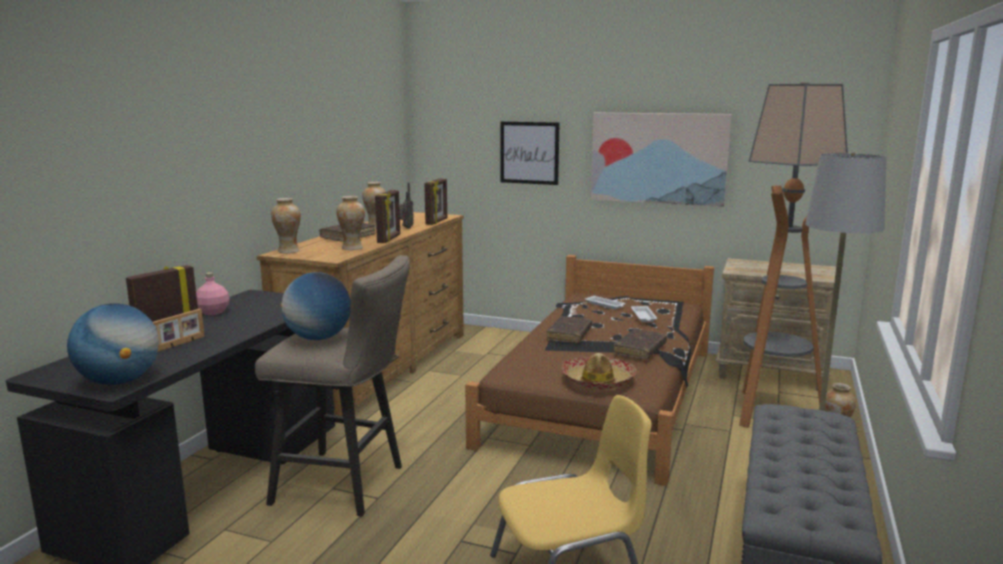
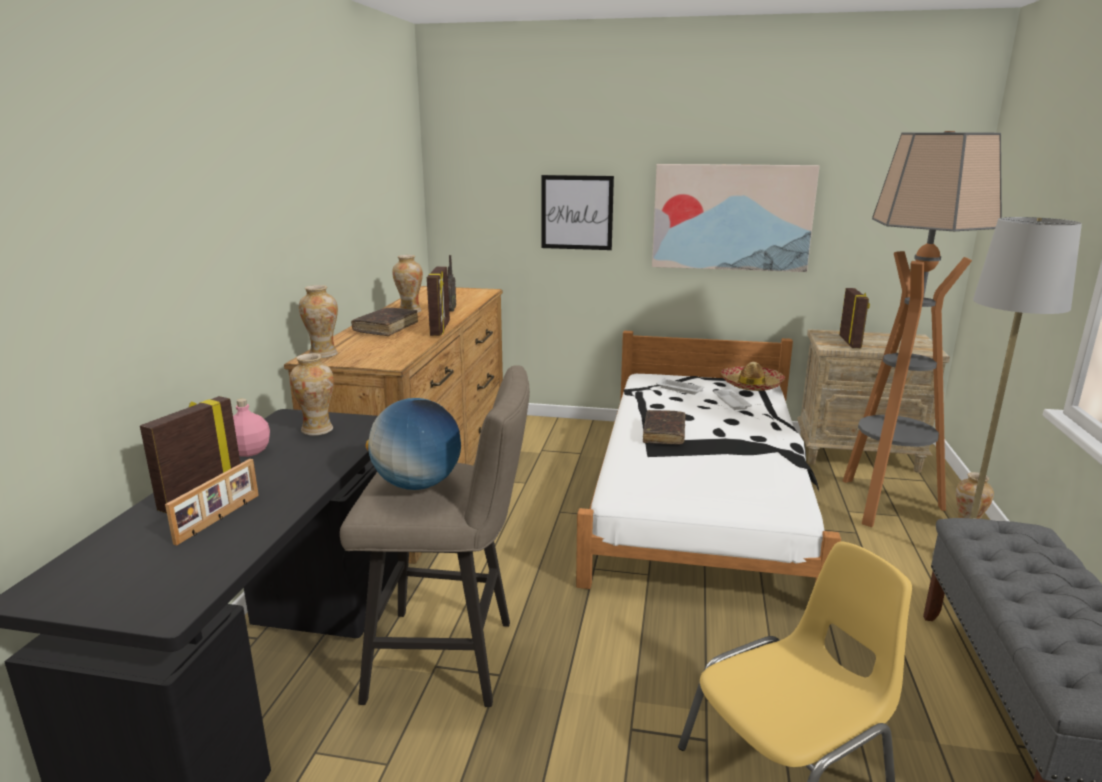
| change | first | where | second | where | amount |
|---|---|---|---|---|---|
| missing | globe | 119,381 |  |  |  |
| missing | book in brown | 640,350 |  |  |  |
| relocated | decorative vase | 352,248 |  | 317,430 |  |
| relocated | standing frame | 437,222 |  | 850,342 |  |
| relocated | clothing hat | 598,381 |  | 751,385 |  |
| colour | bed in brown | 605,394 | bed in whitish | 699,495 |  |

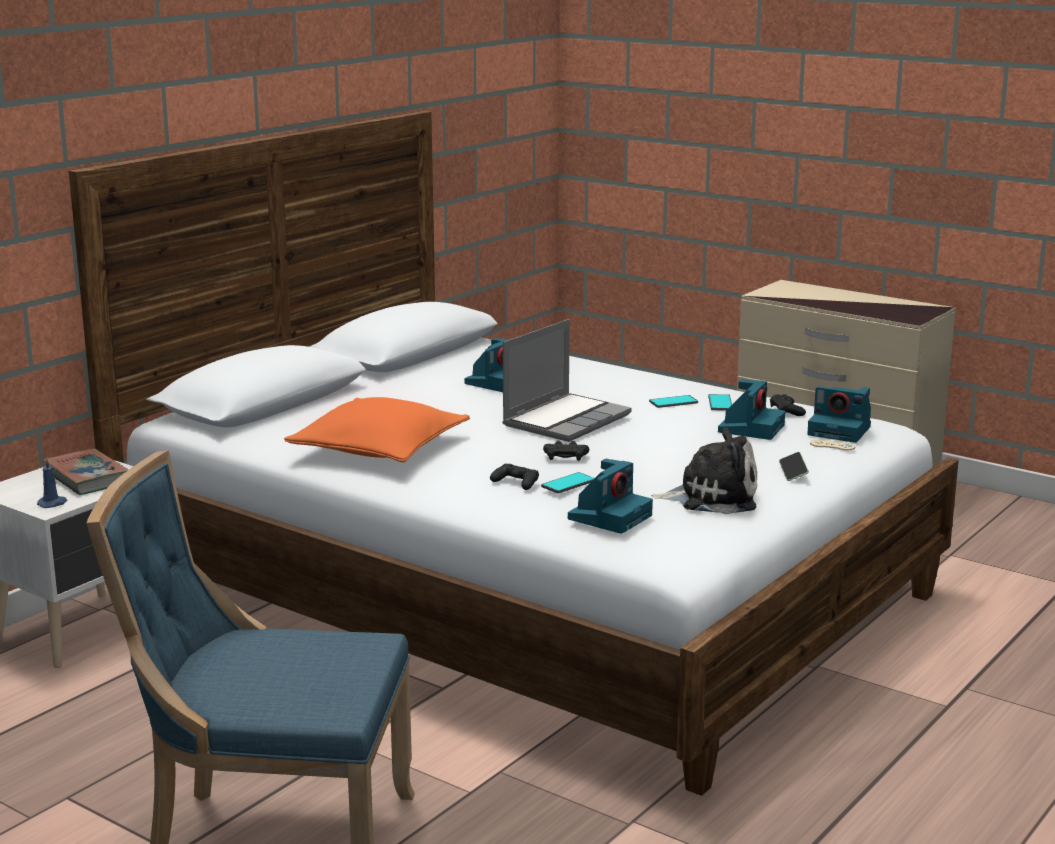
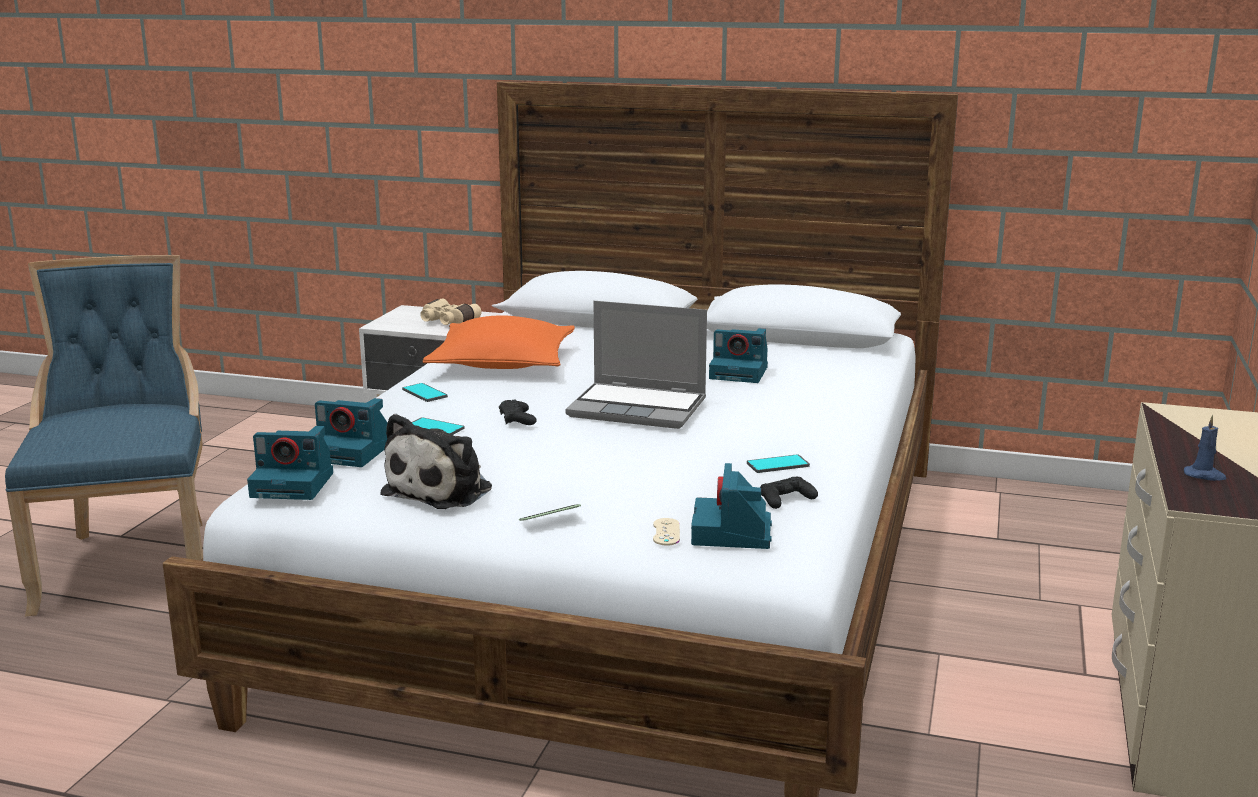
| change | first | where | second | where | amount |
|---|---|---|---|---|---|
| missing | joypad in black | 516,482 |  |  |  |
| relocated | wax light in bluish | 53,503 |  | 1204,475 |  |
| relocated | phone | 673,402 |  | 424,393 |  |
| relocated | still camera | 751,428 |  | 294,484 |  |
| exchanged | book | 88,477 | field glasses in beige-coloured | 447,322 |  |
| spun | soft toy | 712,497 |  | 443,490 | 45 degrees clockwise |

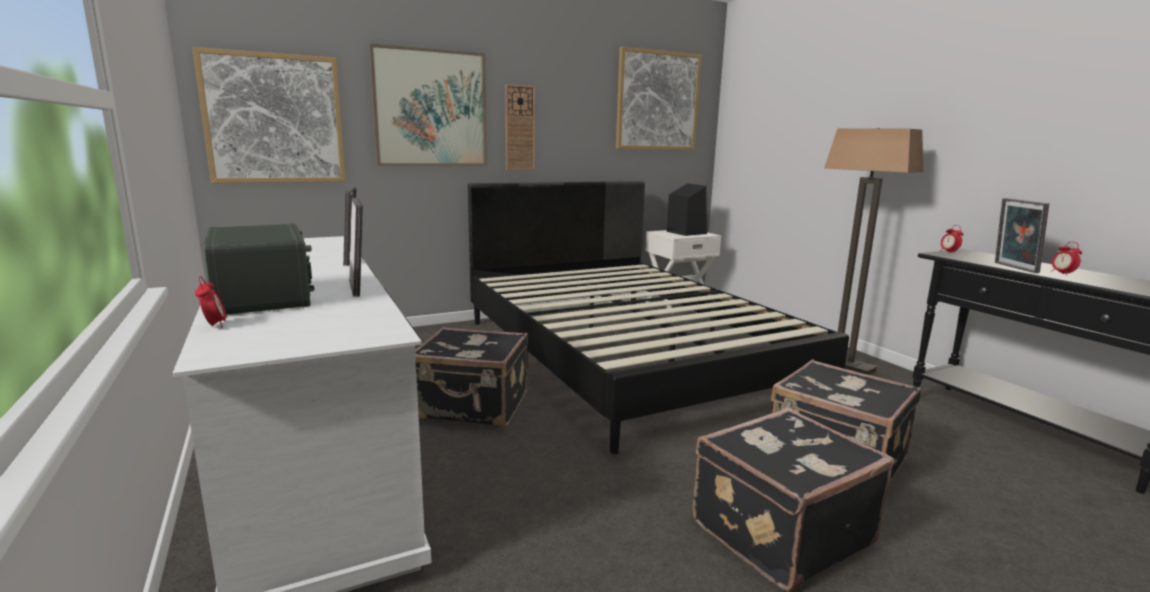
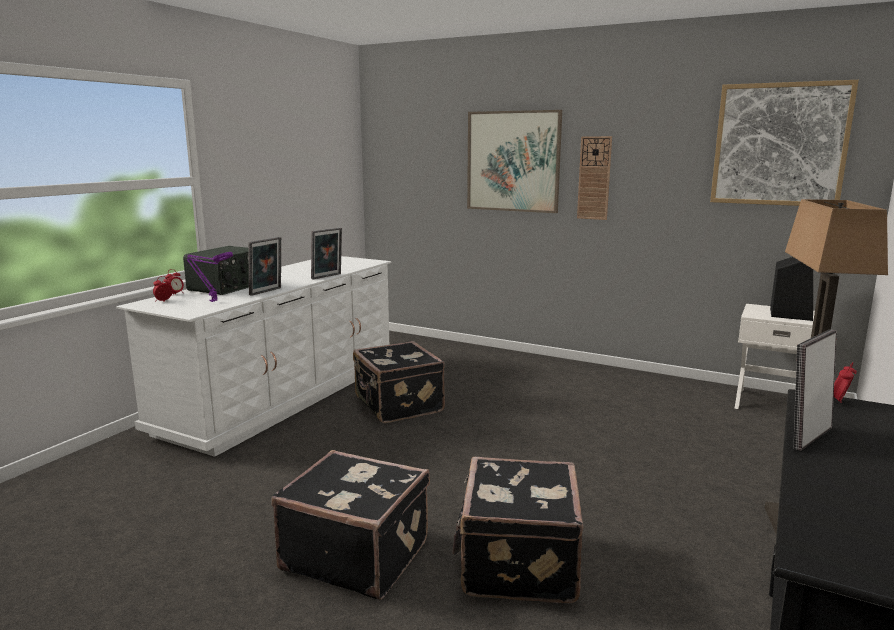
| change | first | where | second | where | amount |
|---|---|---|---|---|---|
| missing | wall picture | 274,119 |  |  |  |
| missing | bed in black | 626,355 |  |  |  |
| appeared |  |  | tabletop lamp in purple | 212,301 |  |
| relocated | table clock | 1062,274 |  | 163,301 |  |

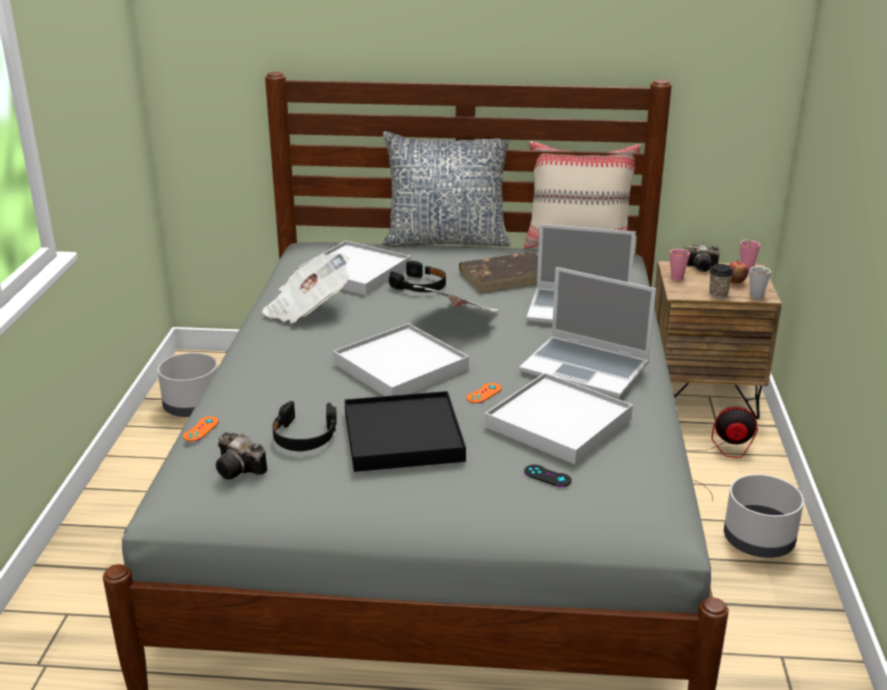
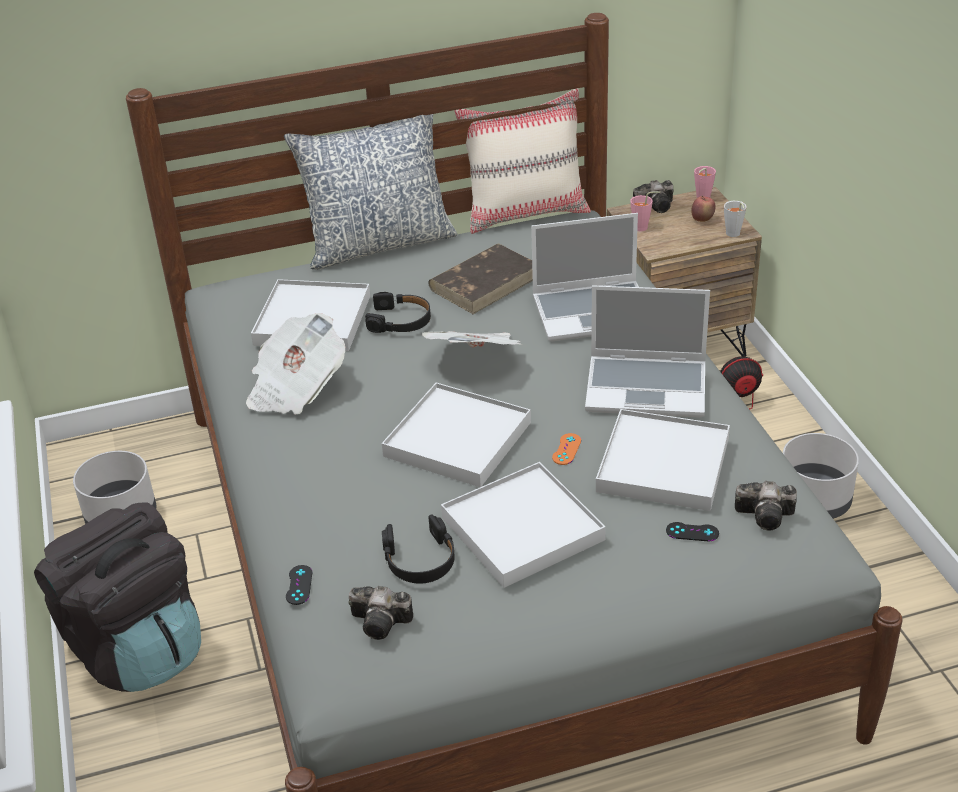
| change | first | where | second | where | amount |
|---|---|---|---|---|---|
| missing | cup | 718,294 |  |  |  |
| appeared |  |  | rucksack in black | 136,648 |  |
| appeared |  |  | still camera | 767,516 |  |
| colour | joypad in orange-coloured | 201,429 | joypad in black | 299,585 |  |
| colour | serving tray in black | 403,436 | serving tray in whitish | 522,528 |  |

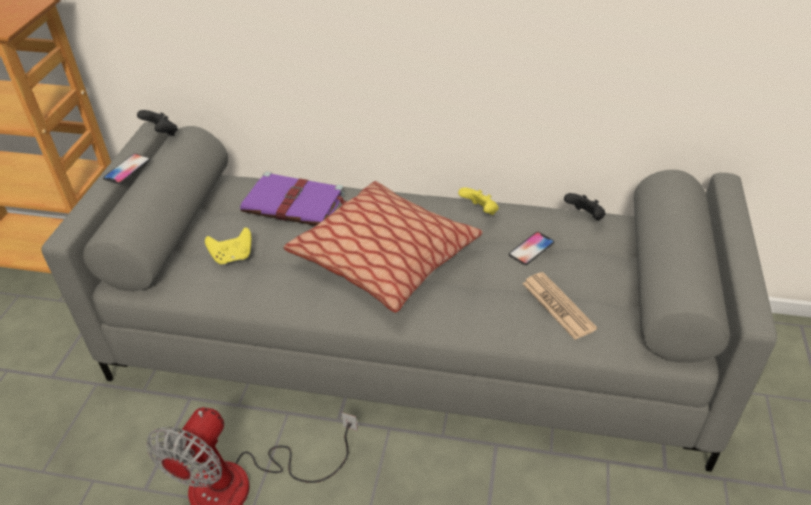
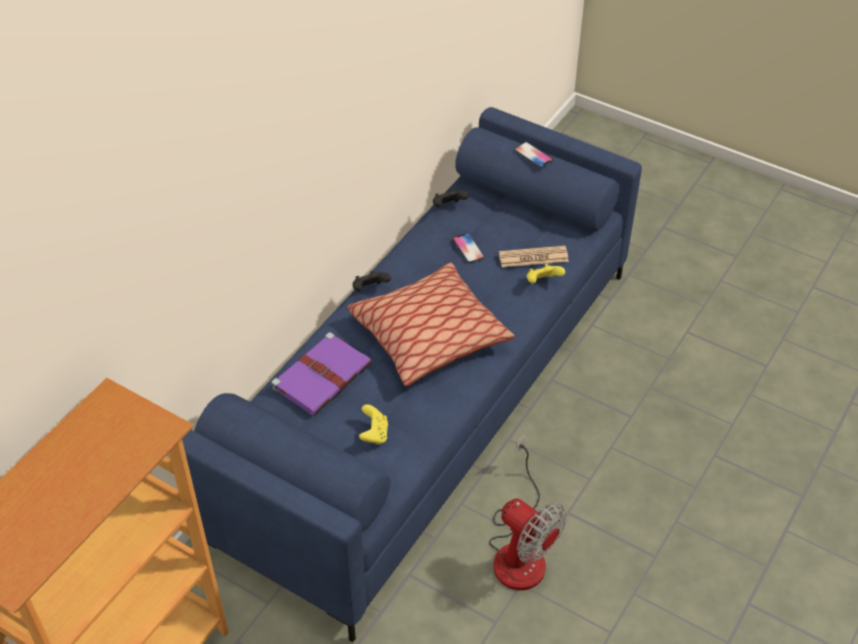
| change | first | where | second | where | amount |
|---|---|---|---|---|---|
| relocated | phone | 127,169 |  | 533,155 |  |
| relocated | joypad in black | 162,134 |  | 370,289 |  |
| relocated | joypad in yellowish | 480,211 |  | 542,282 |  |
| colour | settee in gray | 411,344 | settee in bluish | 428,399 |  |

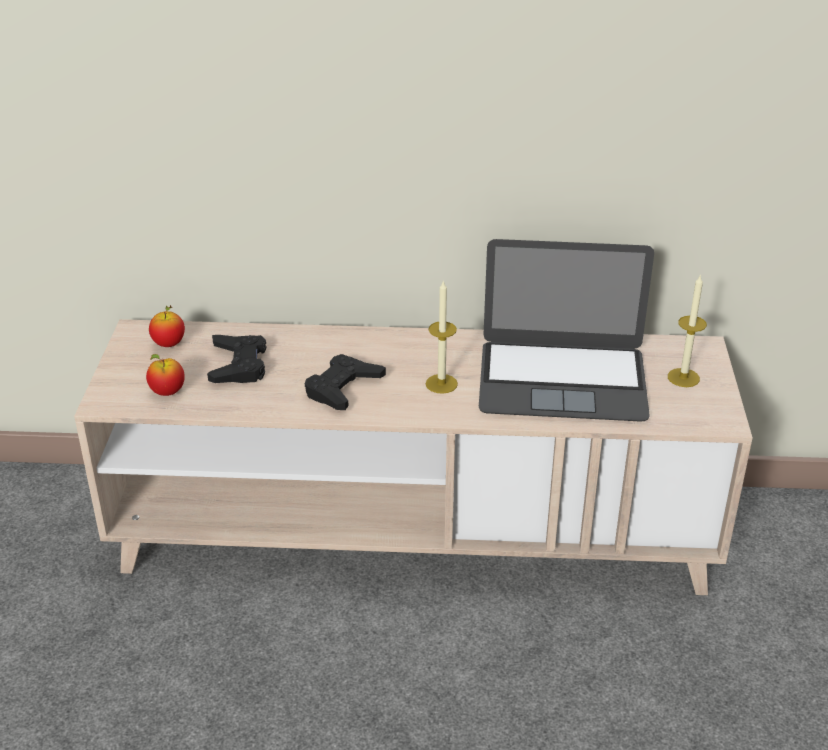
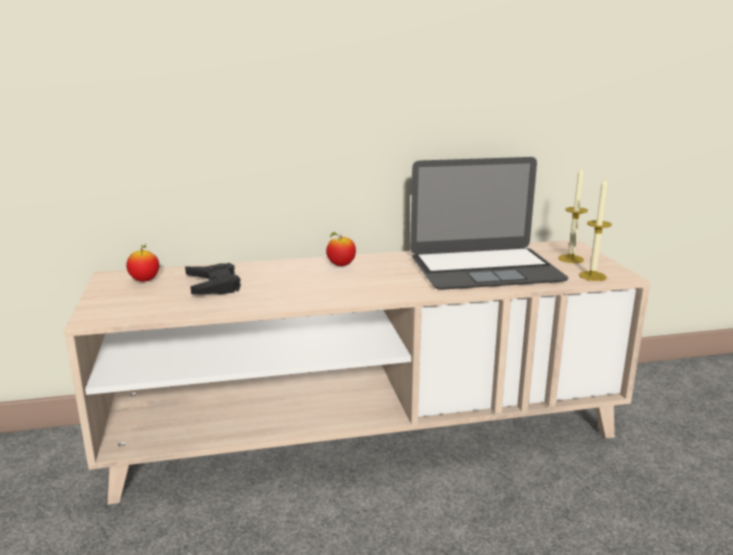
| change | first | where | second | where | amount |
|---|---|---|---|---|---|
| missing | joypad in black | 343,388 |  |  |  |
| relocated | apple | 167,392 |  | 341,265 |  |
| relocated | wax light | 441,384 |  | 592,276 |  |

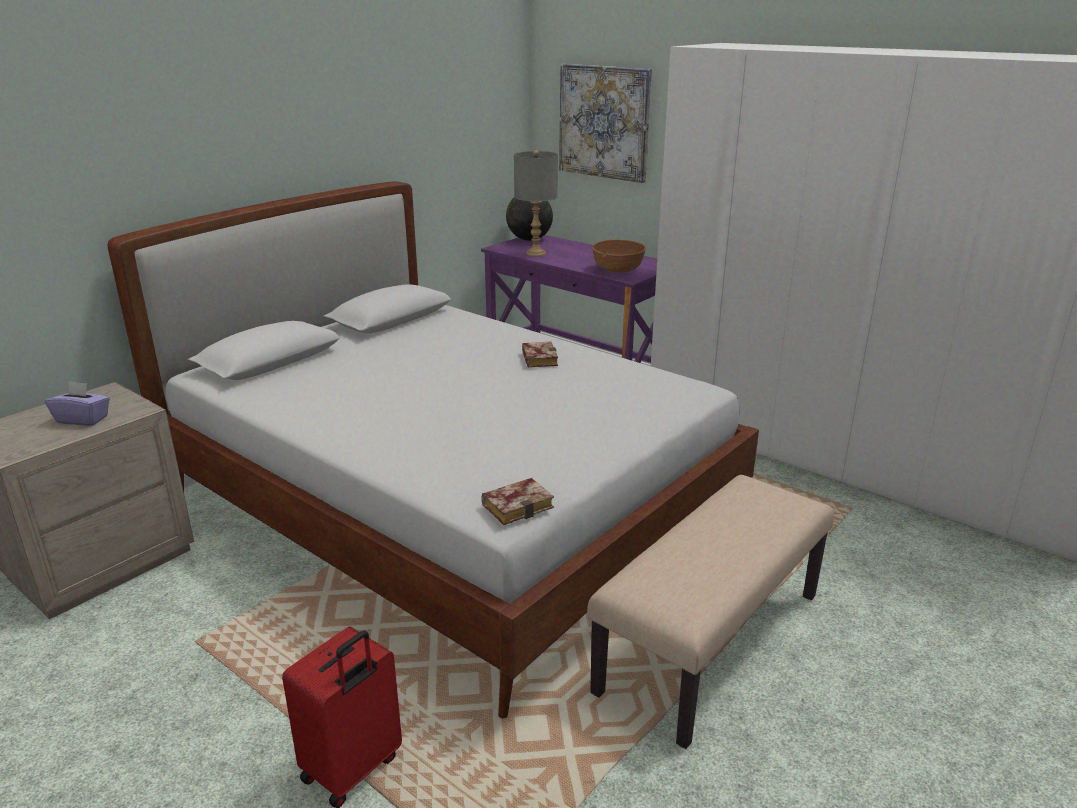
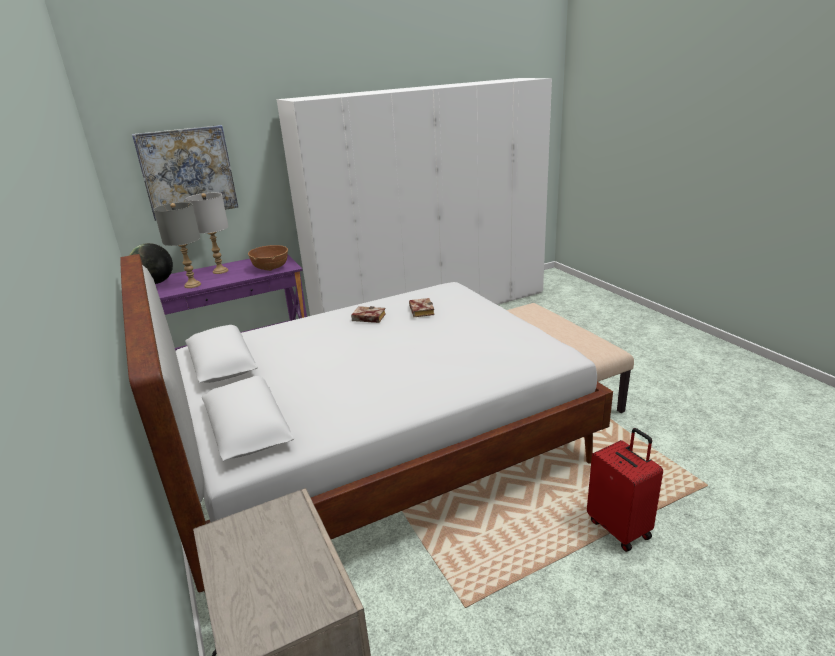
| change | first | where | second | where | amount |
|---|---|---|---|---|---|
| missing | tissue box in purple | 83,419 |  |  |  |
| appeared |  |  | tabletop lamp in gray | 220,271 |  |
| relocated | book | 519,505 |  | 420,310 |  |

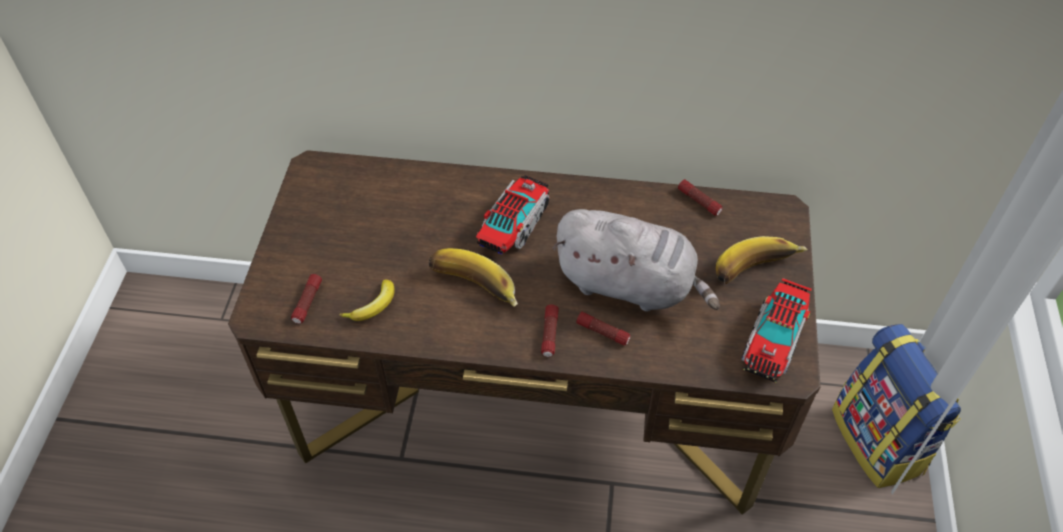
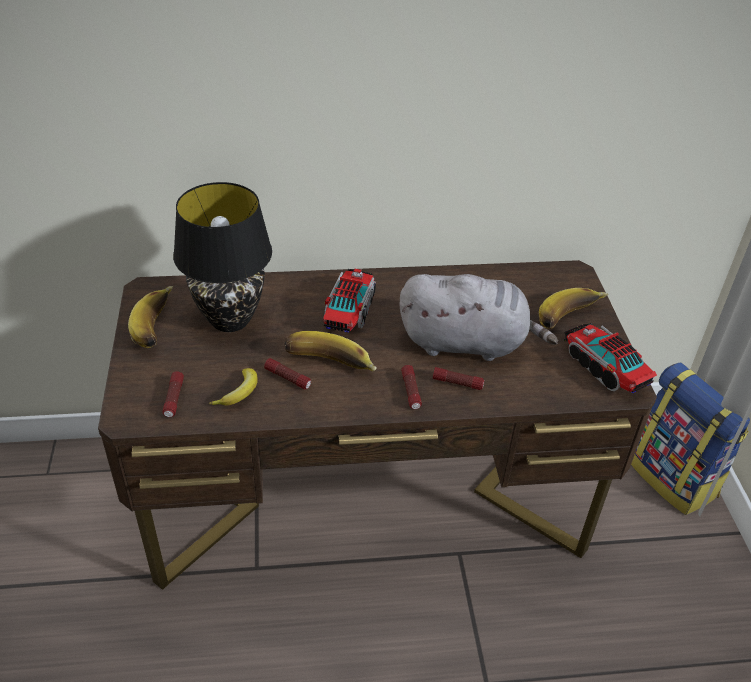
| change | first | where | second | where | amount |
|---|---|---|---|---|---|
| appeared |  |  | banana fruit | 159,327 |  |
| appeared |  |  | tabletop lamp in black | 230,319 |  |
| relocated | flashlight | 699,202 |  | 288,378 |  |
| spun | model truck | 773,340 |  | 604,368 | 135 degrees clockwise |

